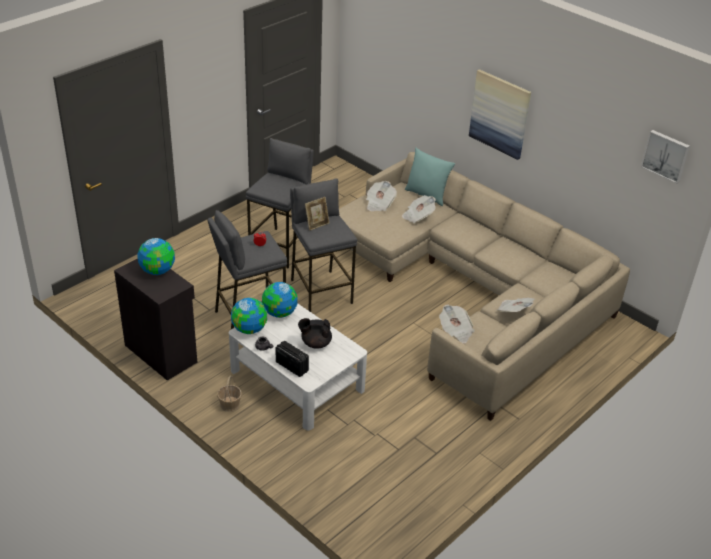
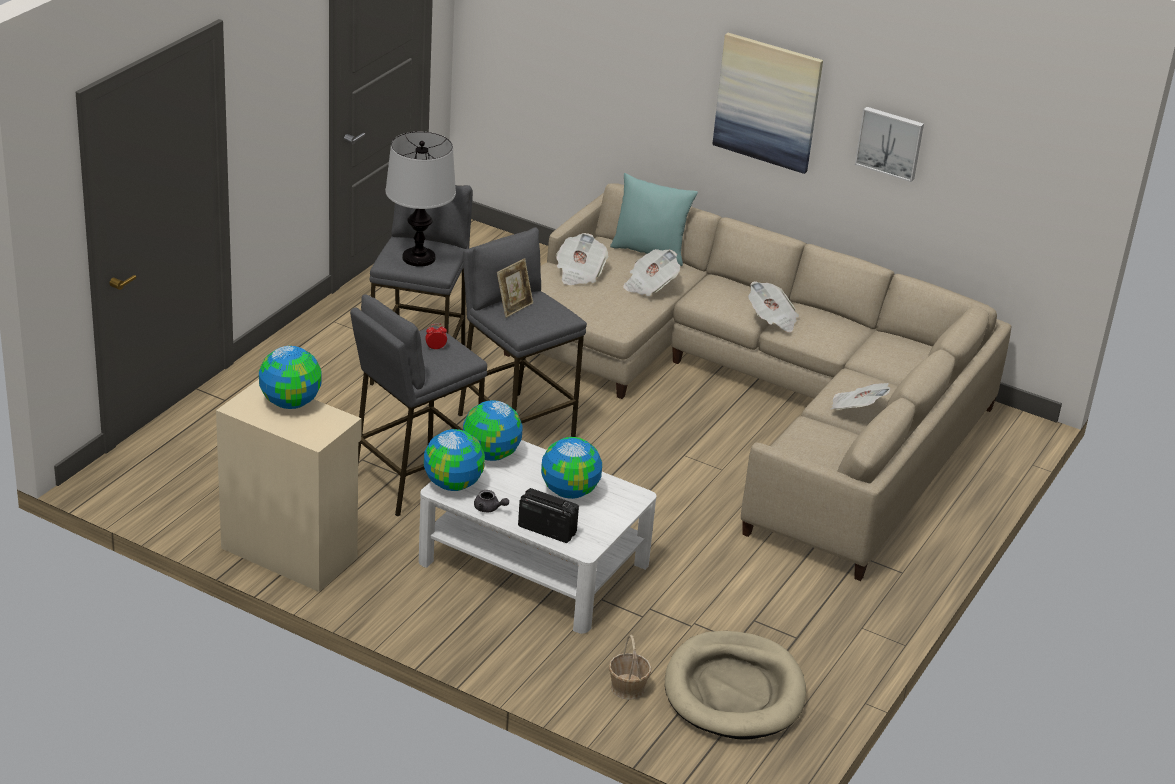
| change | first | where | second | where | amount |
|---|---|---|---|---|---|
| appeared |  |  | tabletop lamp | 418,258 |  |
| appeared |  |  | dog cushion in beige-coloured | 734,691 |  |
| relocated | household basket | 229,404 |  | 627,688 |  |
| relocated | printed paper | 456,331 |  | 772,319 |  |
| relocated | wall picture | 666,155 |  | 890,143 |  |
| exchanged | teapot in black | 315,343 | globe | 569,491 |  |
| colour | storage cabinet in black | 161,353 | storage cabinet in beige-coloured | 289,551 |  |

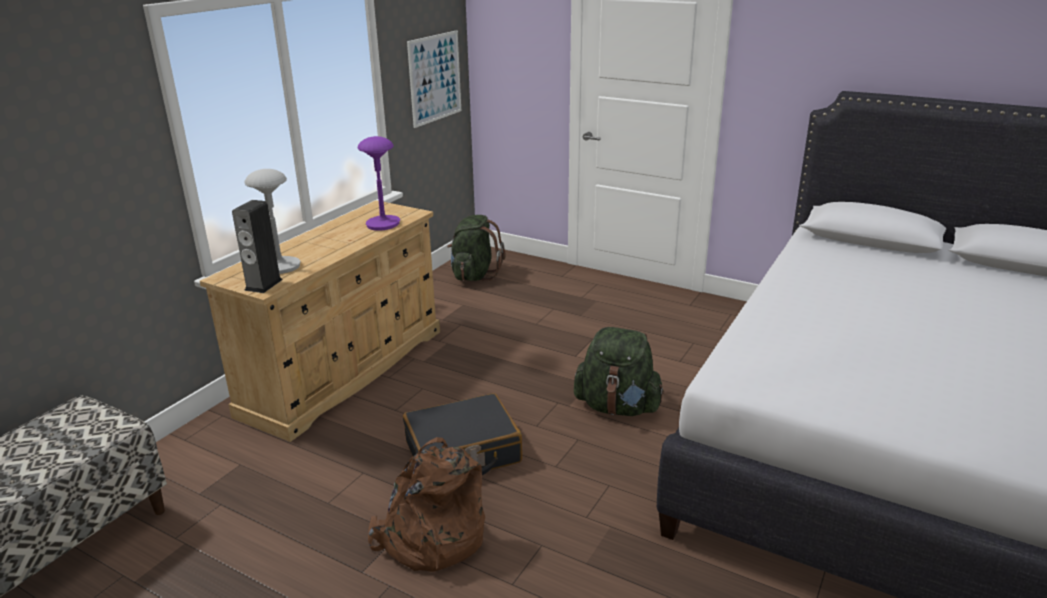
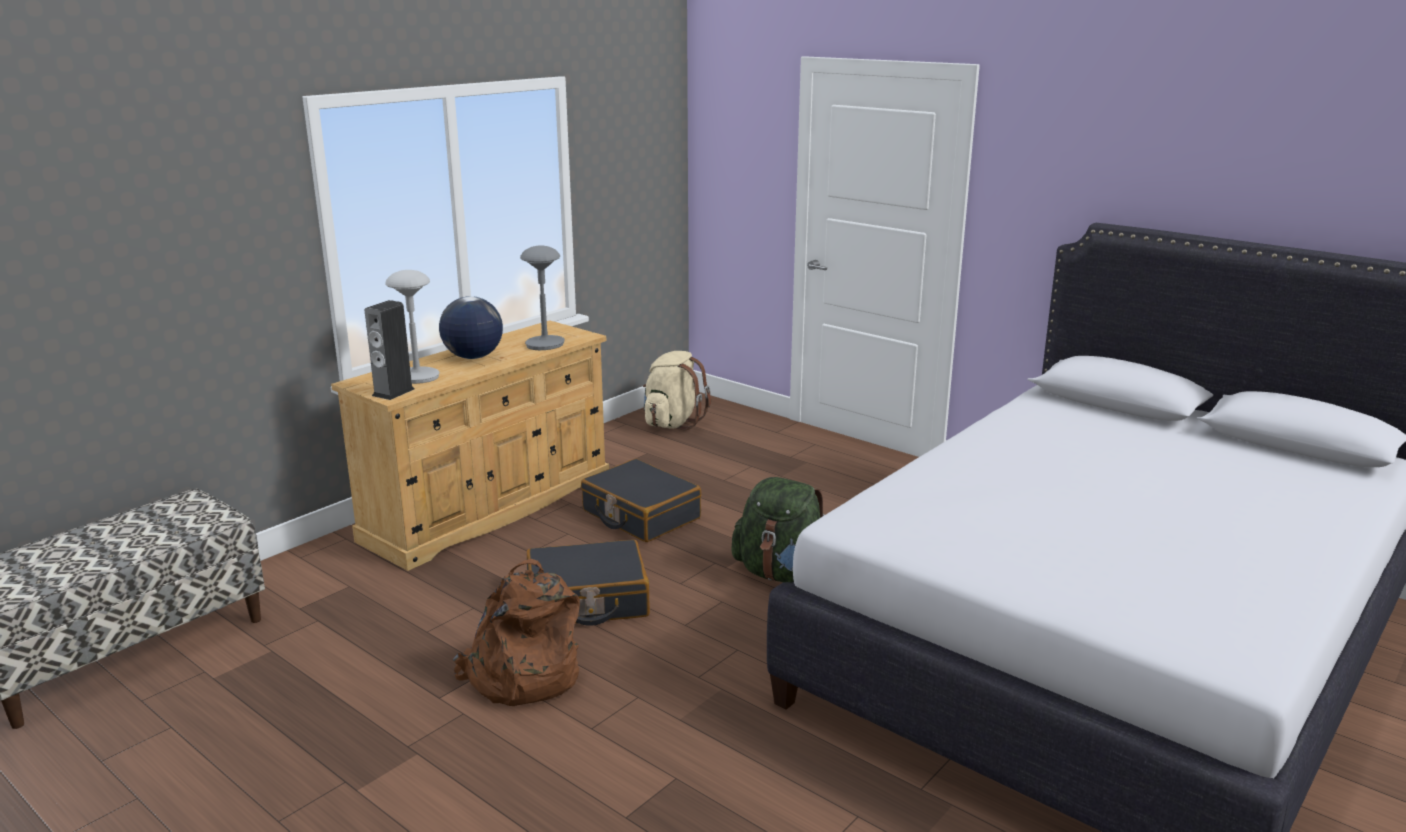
| change | first | where | second | where | amount |
|---|---|---|---|---|---|
| missing | wall picture | 435,78 |  |  |  |
| appeared |  |  | globe | 473,357 |  |
| appeared |  |  | suitcase in black | 640,515 |  |
| colour | tabletop lamp in purple | 383,224 | tabletop lamp in gray | 545,344 |  |
| colour | rucksack in greenish | 474,275 | rucksack in beige-coloured | 672,423 |  |

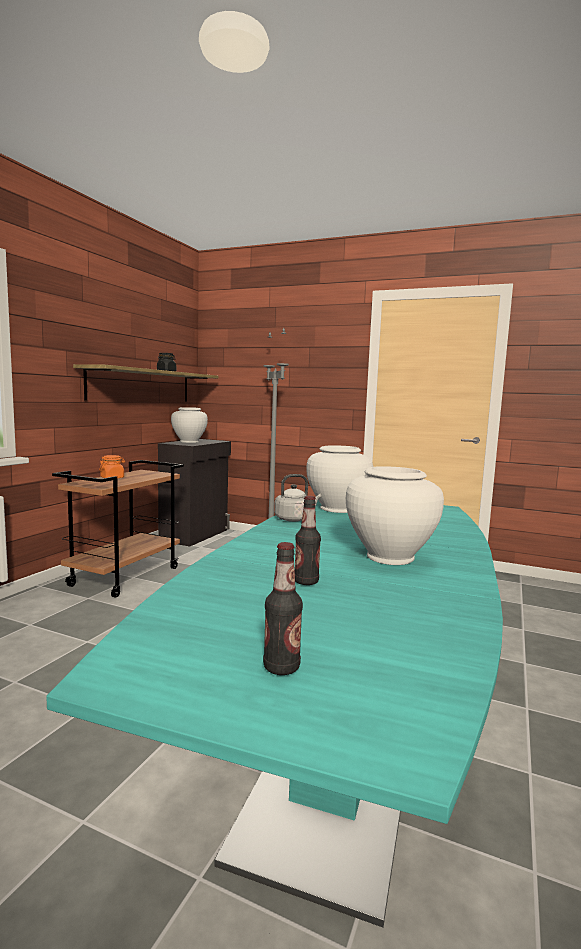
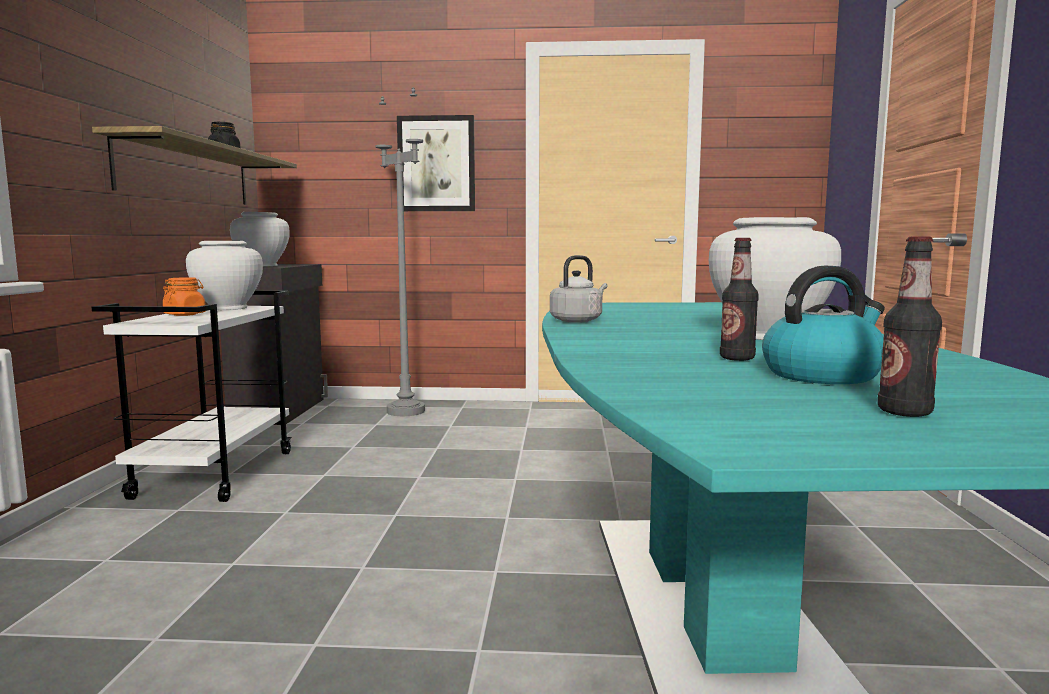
| change | first | where | second | where | amount |
|---|---|---|---|---|---|
| appeared |  |  | wall picture | 436,164 |  |
| appeared |  |  | tea kettle | 822,375 |  |
| relocated | decorative vase in whitish | 337,509 |  | 228,308 |  |
| colour | cart in brown | 125,576 | cart in whitish | 215,473 |  |

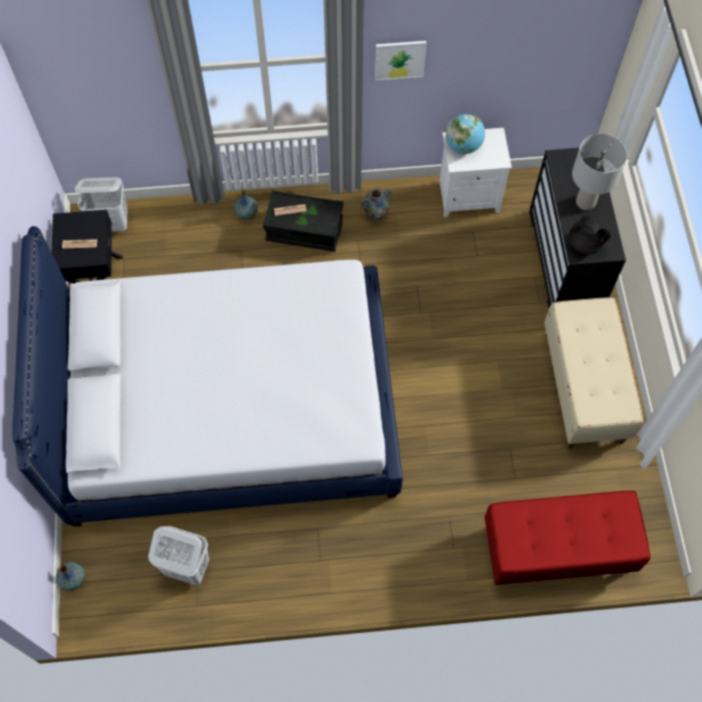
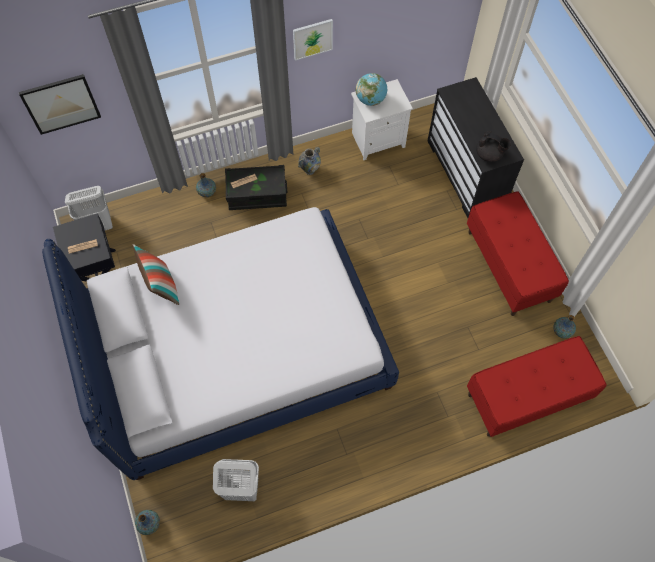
| change | first | where | second | where | amount |
|---|---|---|---|---|---|
| missing | tabletop lamp in gray | 585,203 |  |  |  |
| appeared |  |  | wall picture | 61,104 |  |
| appeared |  |  | pillow | 161,286 |  |
| appeared |  |  | decorative vase | 562,331 |  |
| colour | bench in beige-coloured | 584,387 | bench in red-coloured | 509,266 |  |

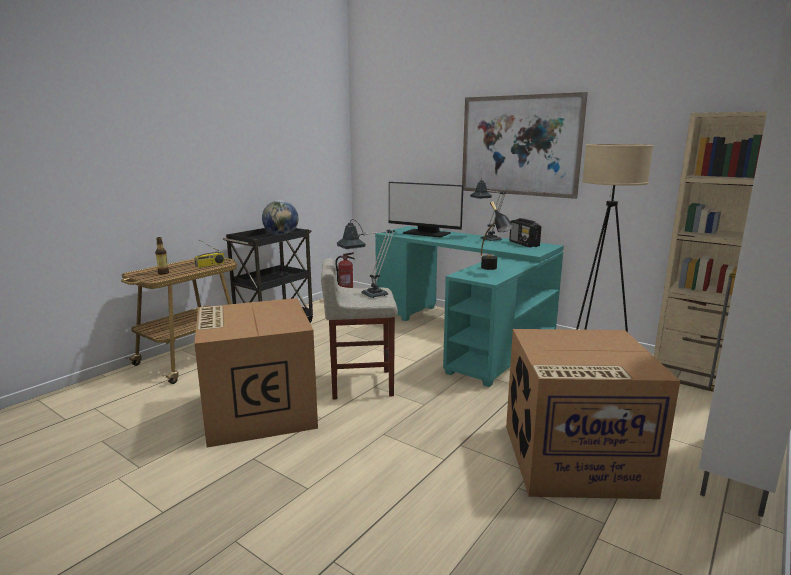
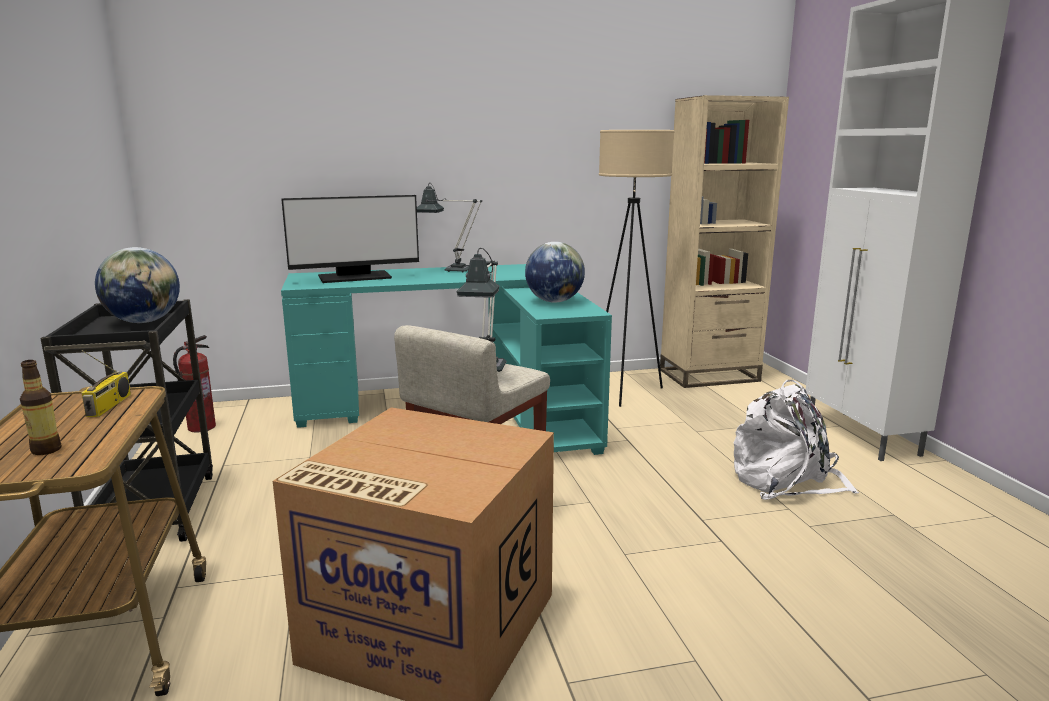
| change | first | where | second | where | amount |
|---|---|---|---|---|---|
| missing | wall picture | 519,145 |  |  |  |
| missing | radio receiver | 524,244 |  |  |  |
| exchanged | tabletop lamp in black | 492,269 | globe | 554,301 |  |
| exchanged | carton | 573,460 | rucksack in whitish | 786,481 |  |

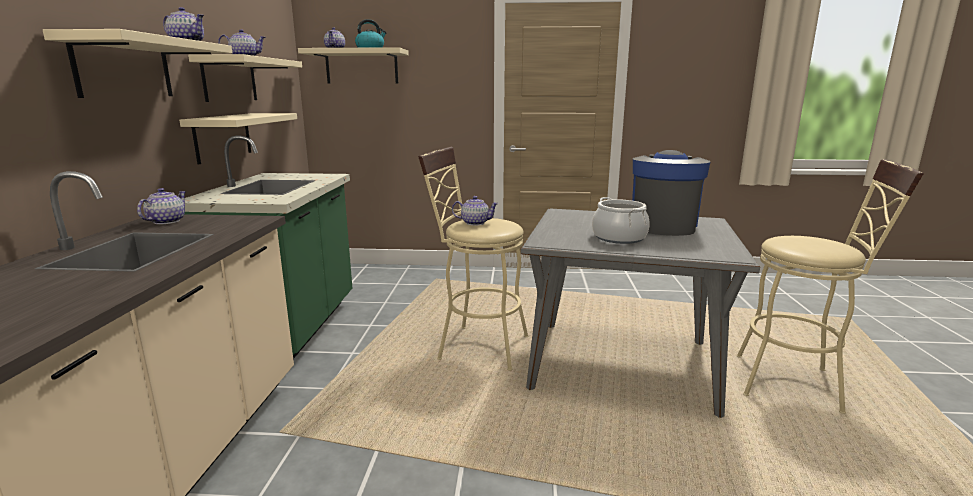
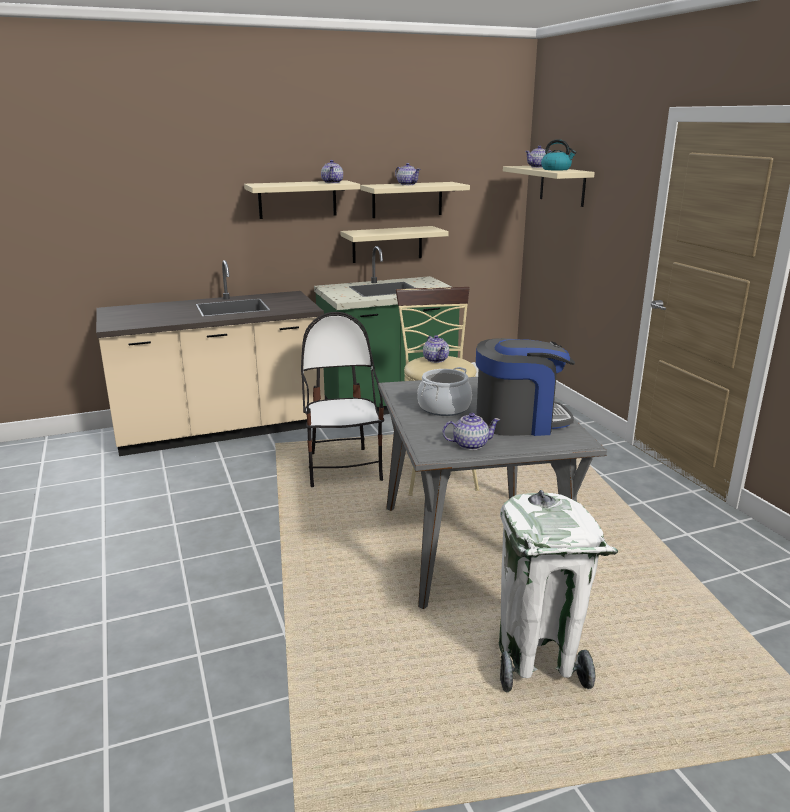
| change | first | where | second | where | amount |
|---|---|---|---|---|---|
| appeared |  |  | upright chair | 343,468 |  |
| relocated | teapot | 166,221 |  | 470,445 |  |
| exchanged | stool in beige-coloured | 797,384 | trash can in whitish | 537,662 |  |

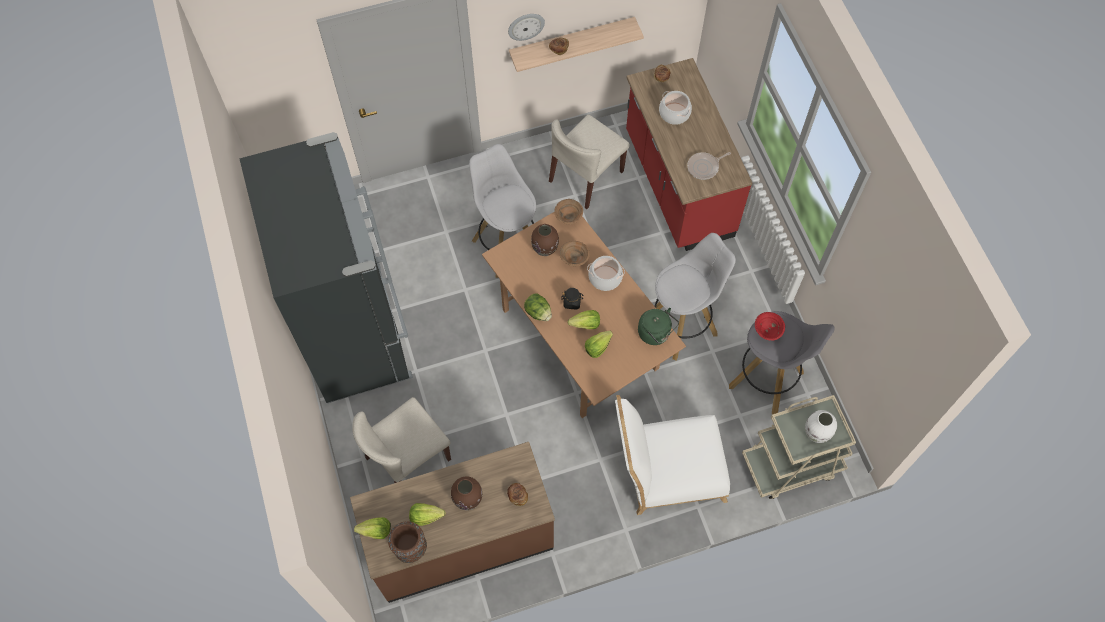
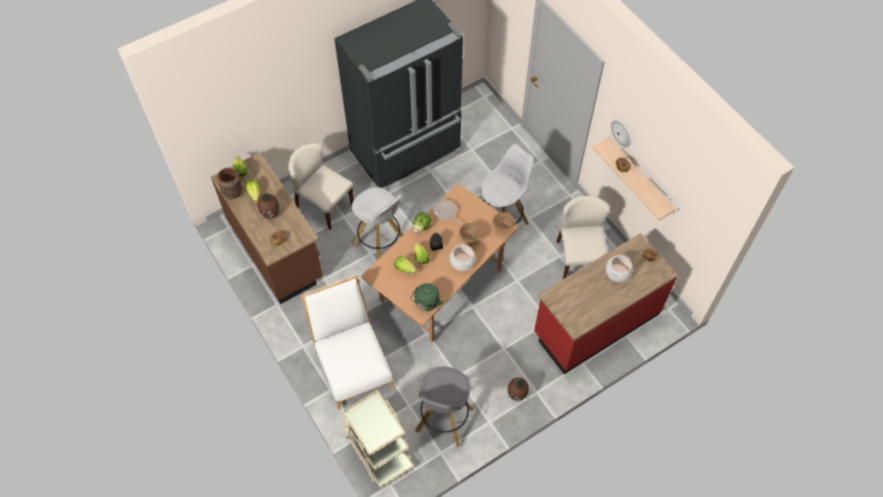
| change | first | where | second | where | amount |
|---|---|---|---|---|---|
| missing | bowl in red-coloured | 767,334 |  |  |  |
| missing | decorative vase in whitish | 816,433 |  |  |  |
| relocated | decorative vase in brown | 545,249 |  | 517,394 |  |
| relocated | stool in whitish | 681,325 |  | 381,244 |  |
| relocated | frying pan | 704,167 |  | 445,212 |  |
| spun | upright chair in beige-coloured | 586,177 |  | 578,259 | 60 degrees clockwise |

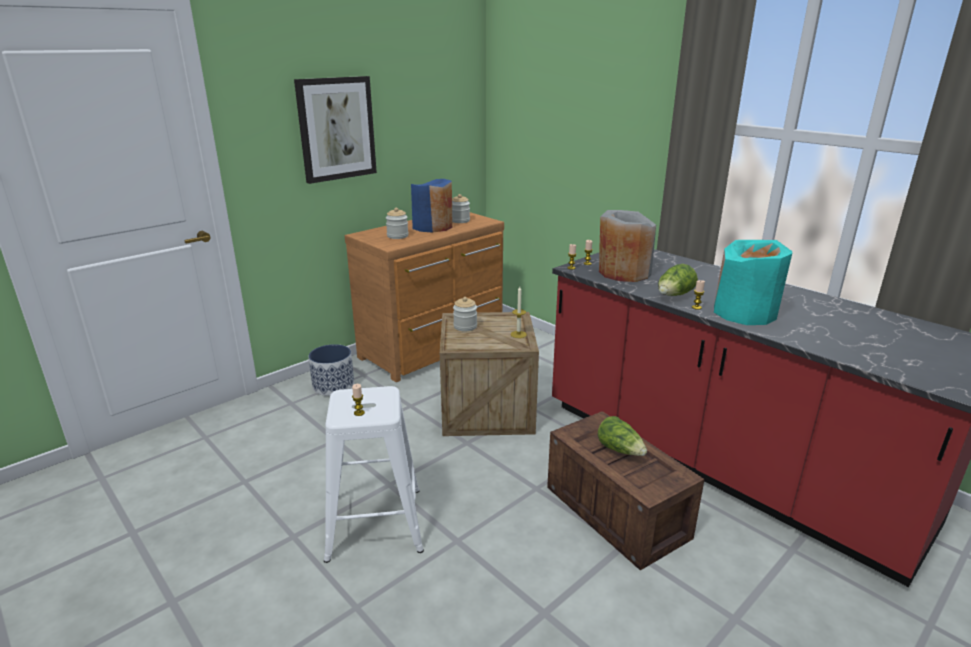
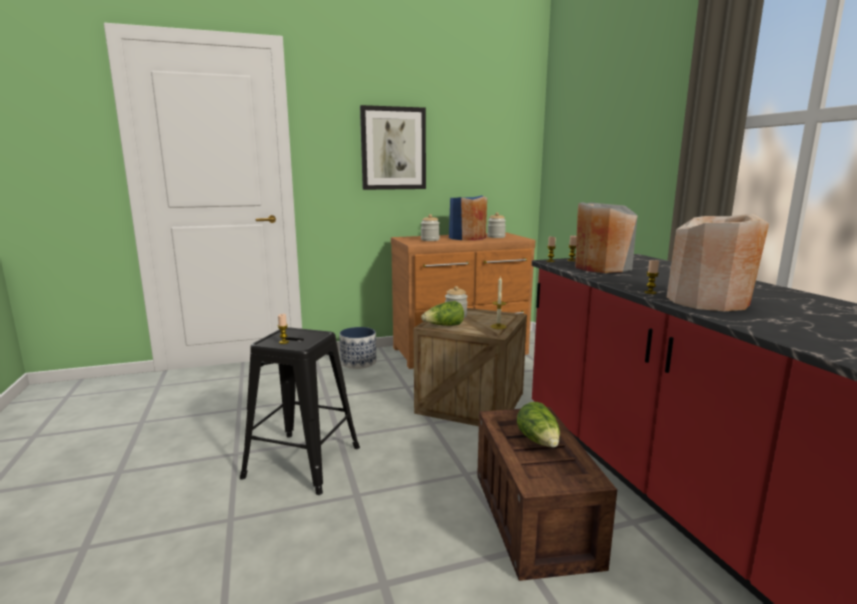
| change | first | where | second | where | amount |
|---|---|---|---|---|---|
| relocated | lettuce | 674,296 |  | 444,326 |  |
| colour | stool in whitish | 373,524 | stool in black | 301,462 |  |
| colour | decorative vase in turquoise | 745,312 | decorative vase in beige-coloured | 709,301 |  |

